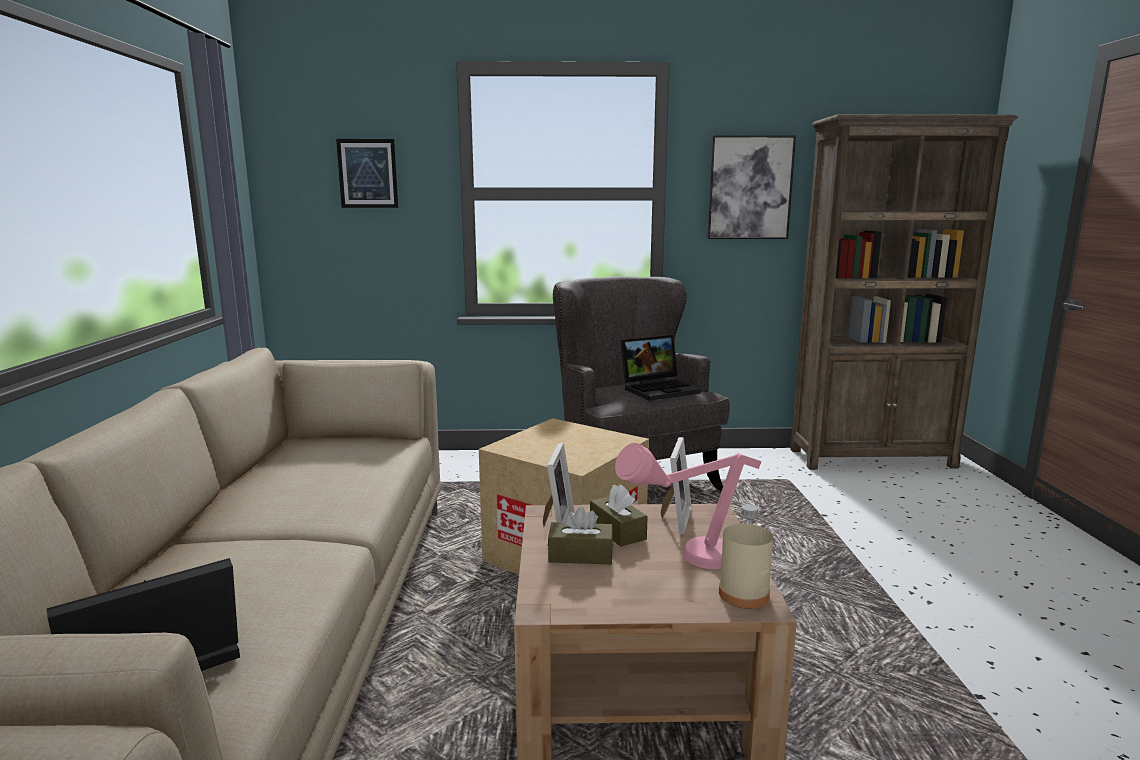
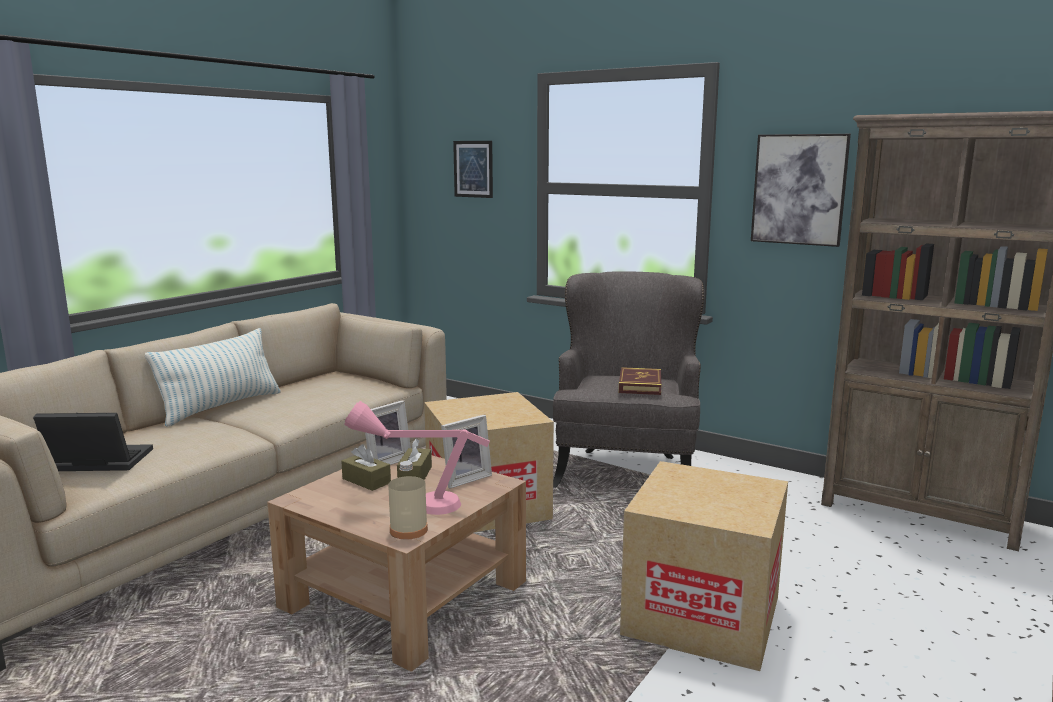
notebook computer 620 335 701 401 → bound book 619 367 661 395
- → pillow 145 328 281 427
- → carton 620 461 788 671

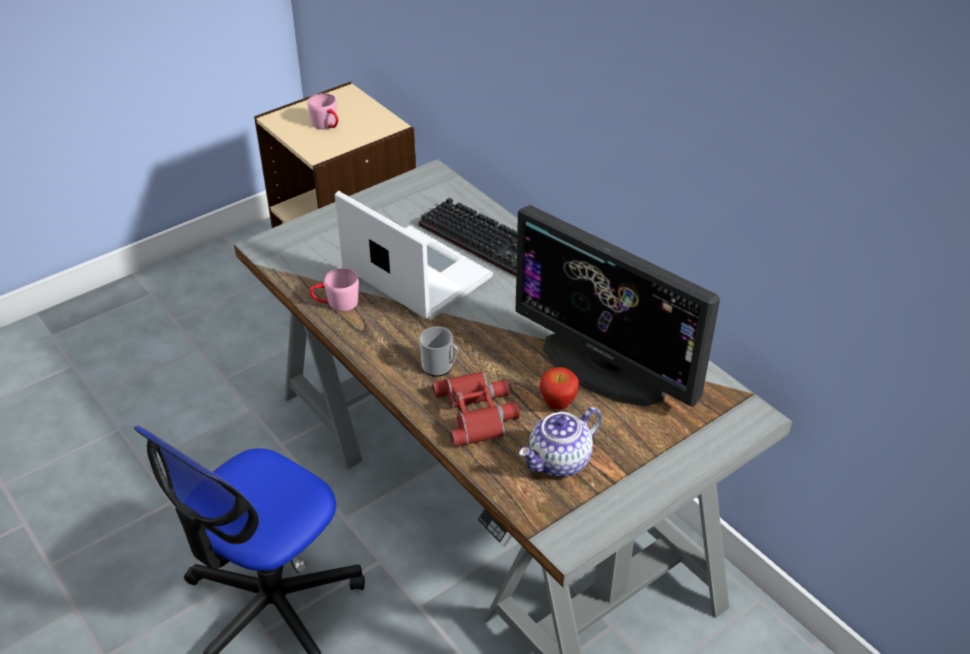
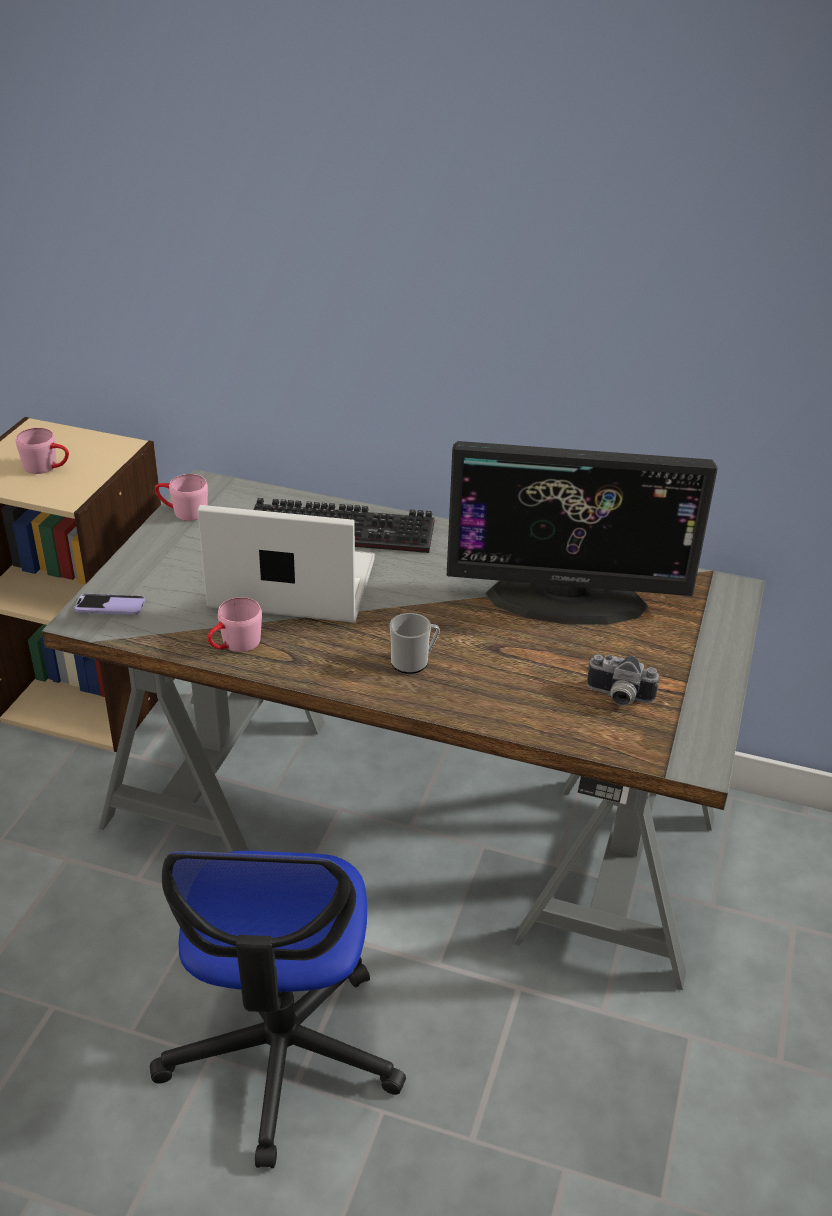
red field glasses 432 371 520 447 → -
tea pot 519 407 602 477 → still camera 587 654 659 706
apple fruit 540 367 579 410 → -
- → telephone 74 594 145 615
- → pink tea mug 155 474 208 521

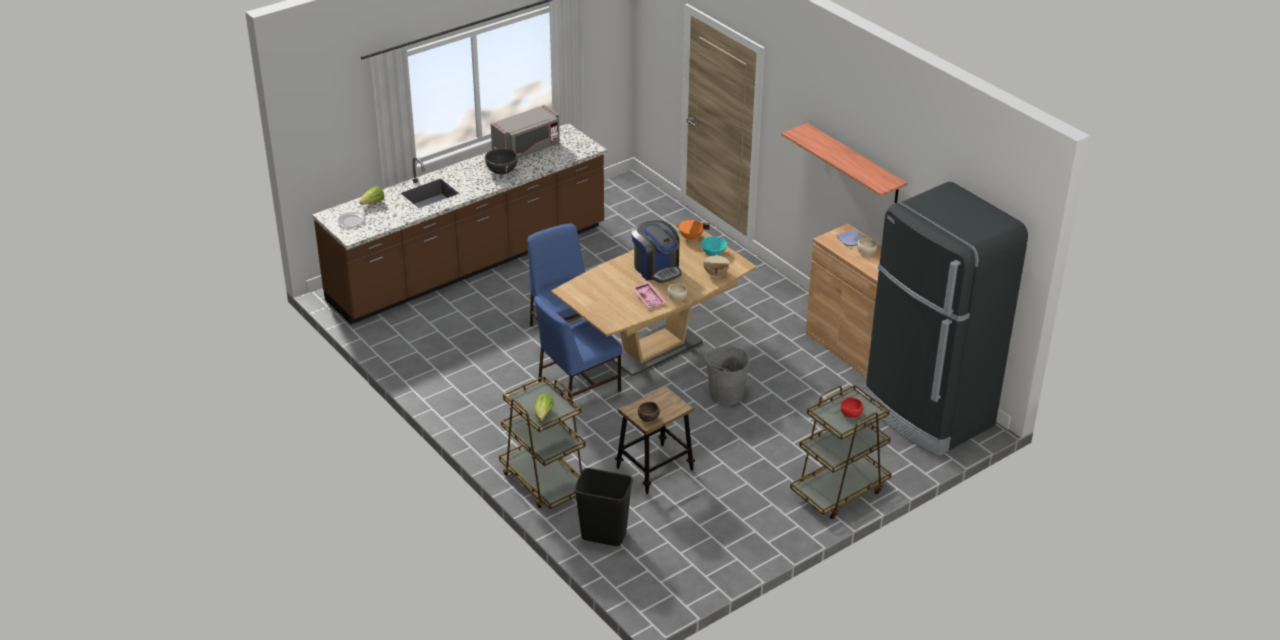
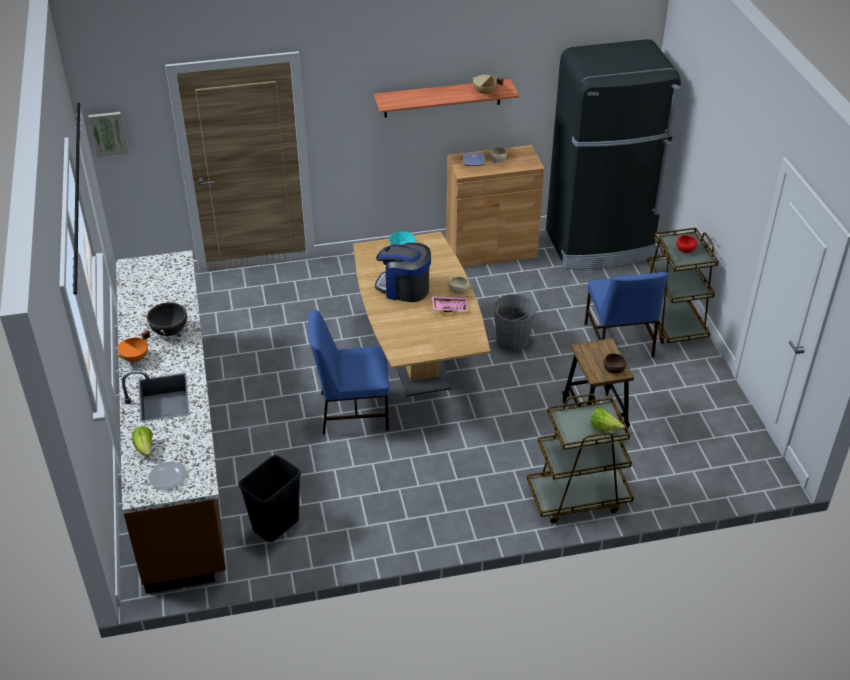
gray kitchen microwave 491 105 560 158 → -
blue-coloured plain chair 534 296 622 403 → blue-coloured plain chair 585 272 668 358, shifted
black trash can 574 468 633 546 → black trash can 239 455 301 542, shifted
coffee maker 632 220 682 283 → coffee maker 375 243 431 302, 150 degrees counterclockwise
orangey saucepot 676 220 710 241 → orangey saucepot 117 330 150 362, shifted
beige-coloured saucepot 703 254 730 276 → beige-coloured saucepot 471 75 504 95, shifted
- → wall art 88 112 128 157

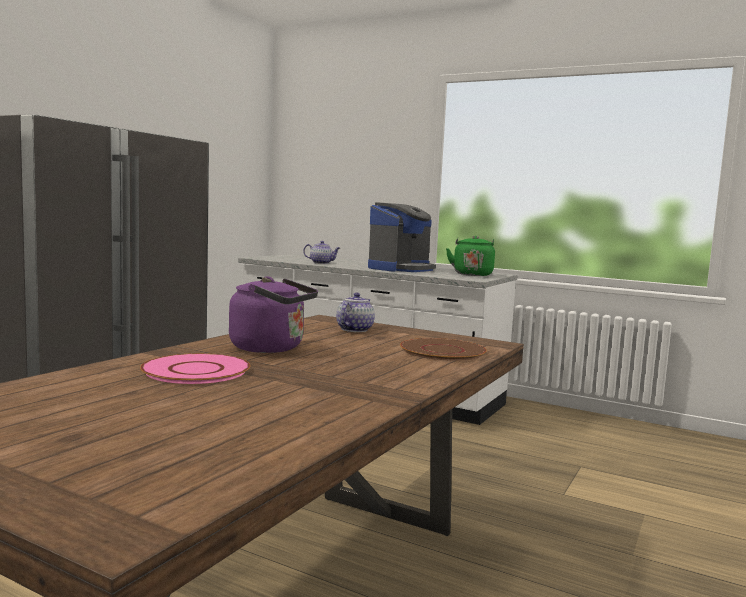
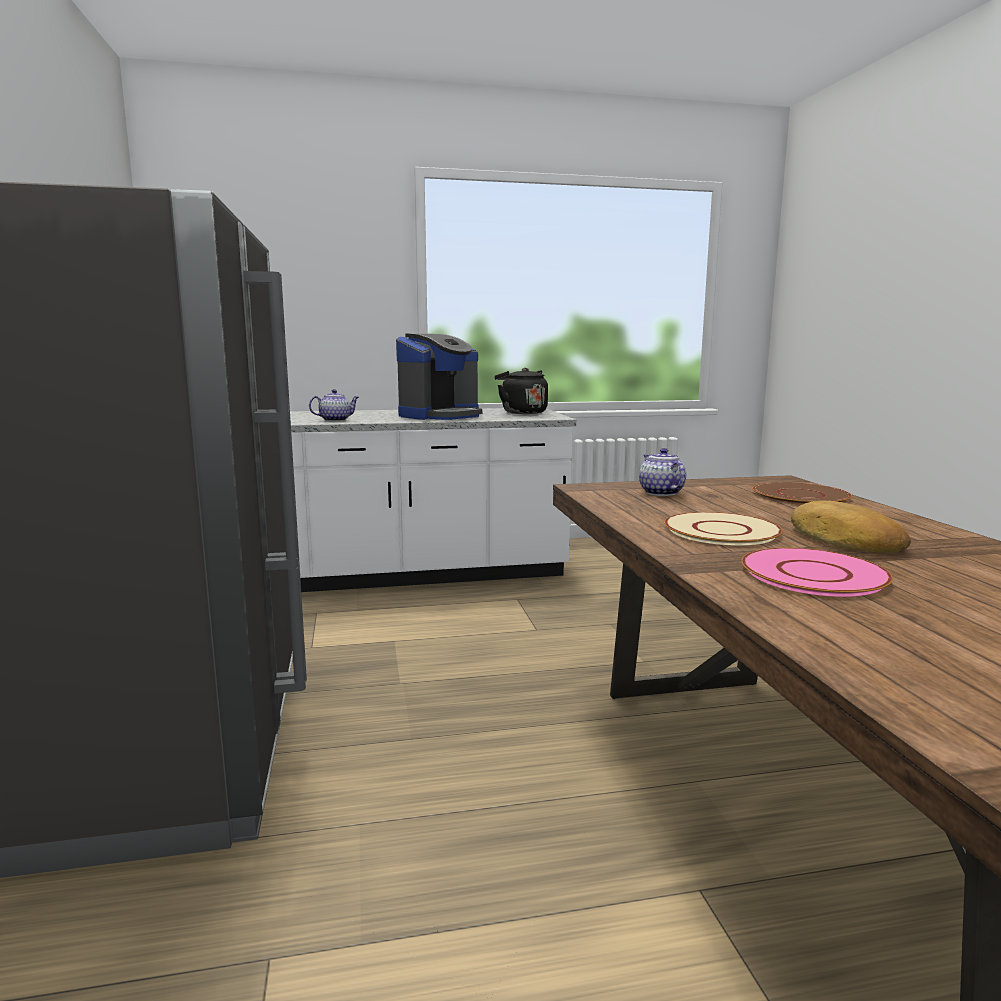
purple kettle 229 276 318 353 → beige-coloured dinner plate 664 512 782 546
coffee maker 368 202 436 272 → coffee maker 396 334 482 420, 45 degrees clockwise
green-coloured kettle 446 236 495 276 → black kettle 494 368 548 414
- → bread 791 500 911 553

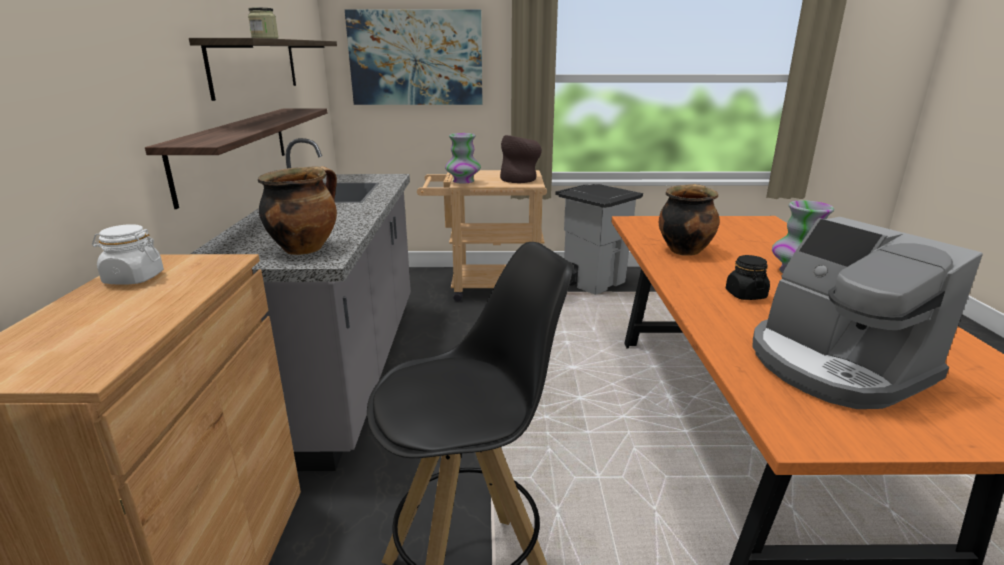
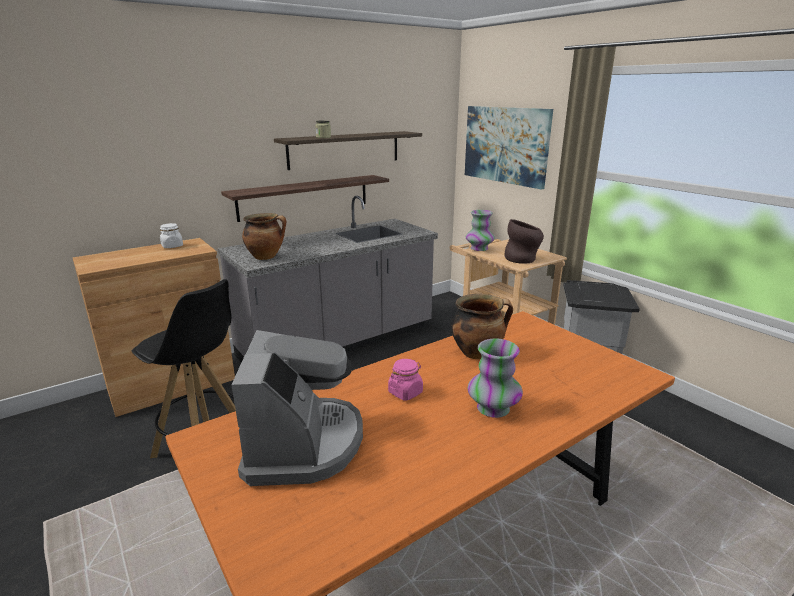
black jar 726 255 770 300 → pink jar 388 359 423 400
coffee maker 752 217 983 409 → coffee maker 231 330 363 486, 150 degrees clockwise

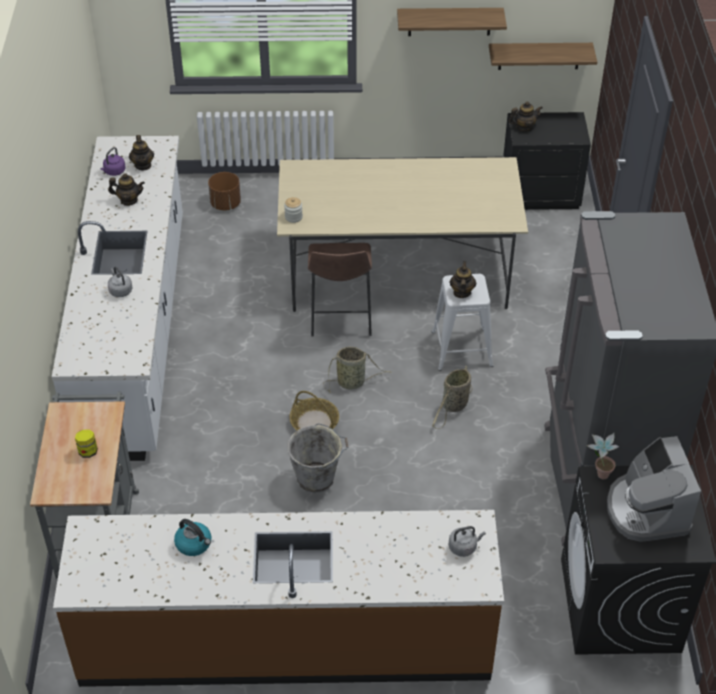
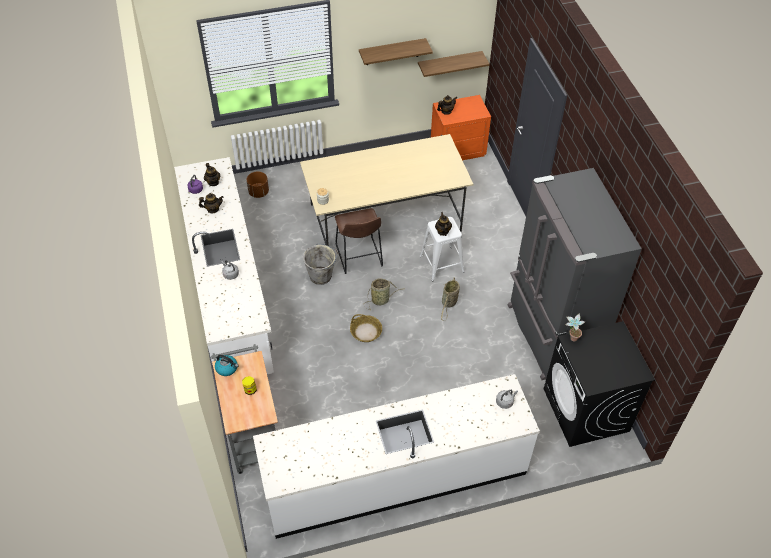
brown kitchen base unit 53 510 504 687 → whitish kitchen base unit 253 374 540 539
kettle 174 519 211 556 → kettle 215 355 239 376, shifted
gray bucket 287 423 348 493 → gray bucket 303 244 339 285, shifted
black bedside table 503 112 591 210 → orangey bedside table 431 95 491 160
coffee maker 607 436 701 542 → -

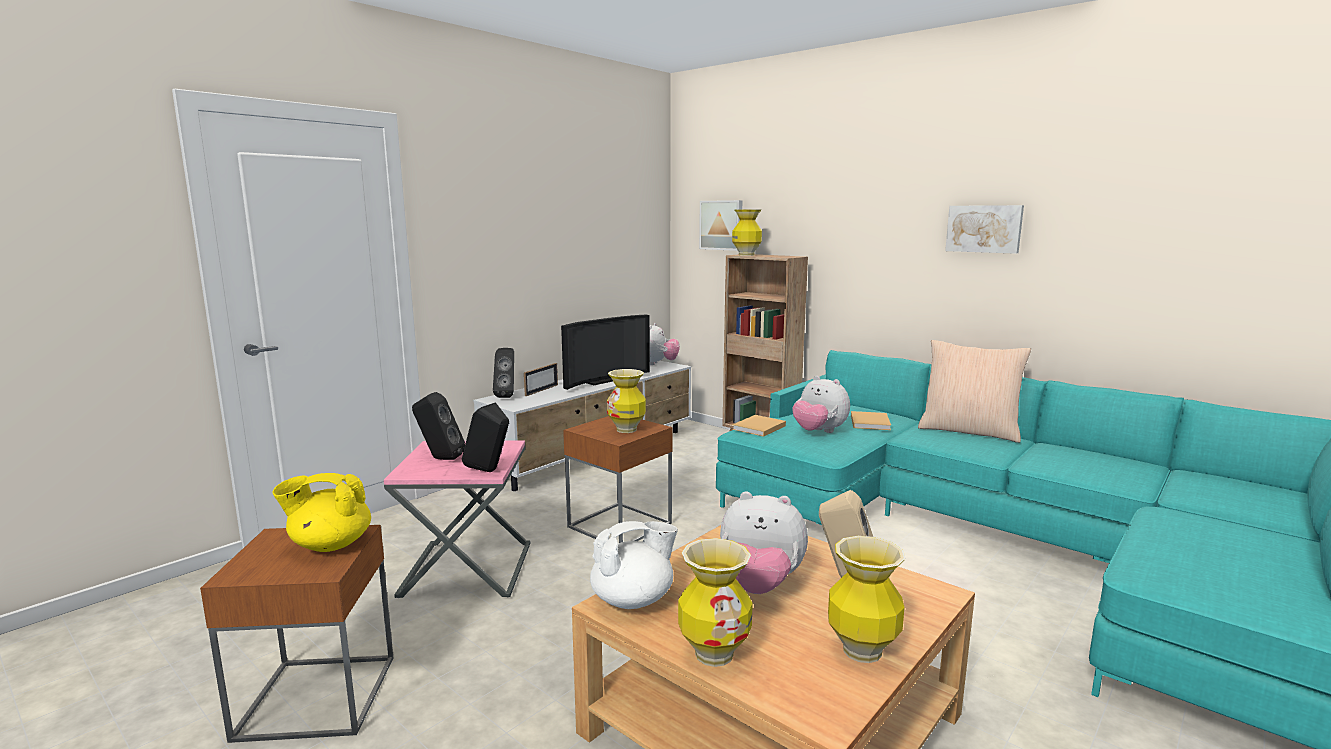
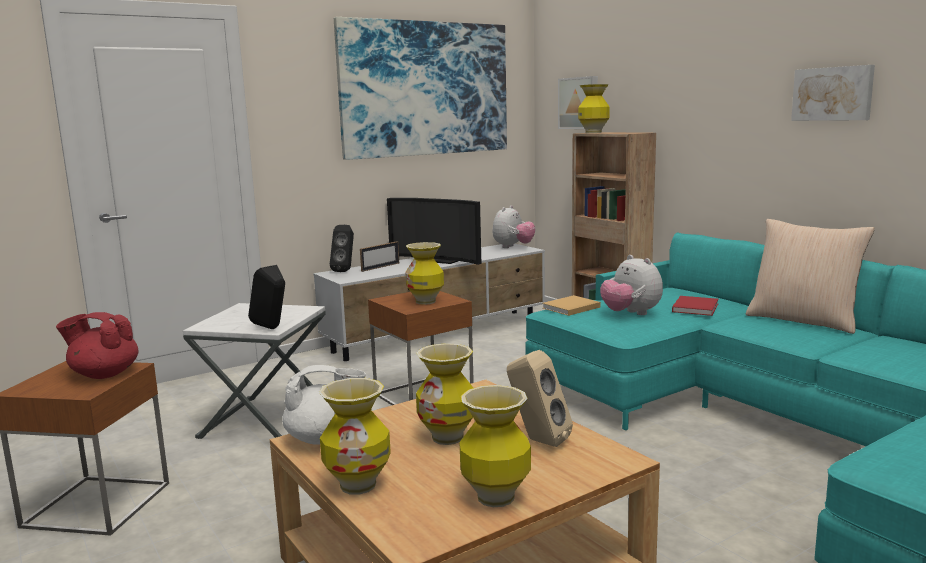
yellow tea pot 272 473 371 552 → red tea pot 56 312 139 379
pink side table 384 441 530 598 → whitish side table 183 303 326 439
black loudspeaker 412 392 465 460 → -
TV set 561 315 650 390 → TV set 387 198 481 265, 60 degrees clockwise
plush toy 720 491 808 594 → flower vase 416 343 473 445
beige-coloured bound book 851 411 891 430 → red bound book 672 296 719 316
- → wall art 334 17 507 160

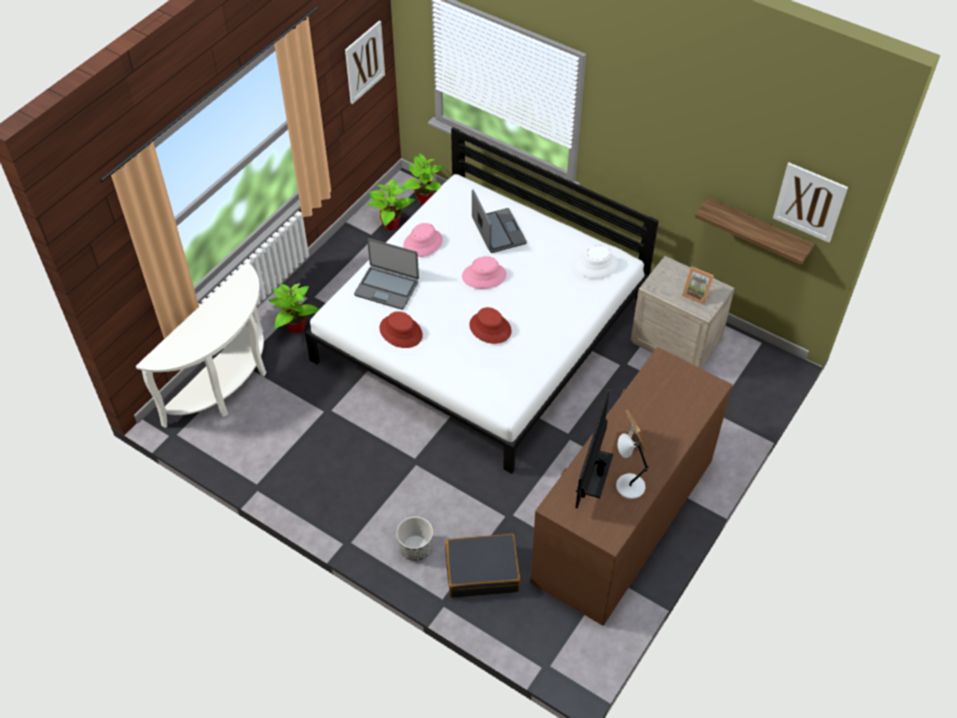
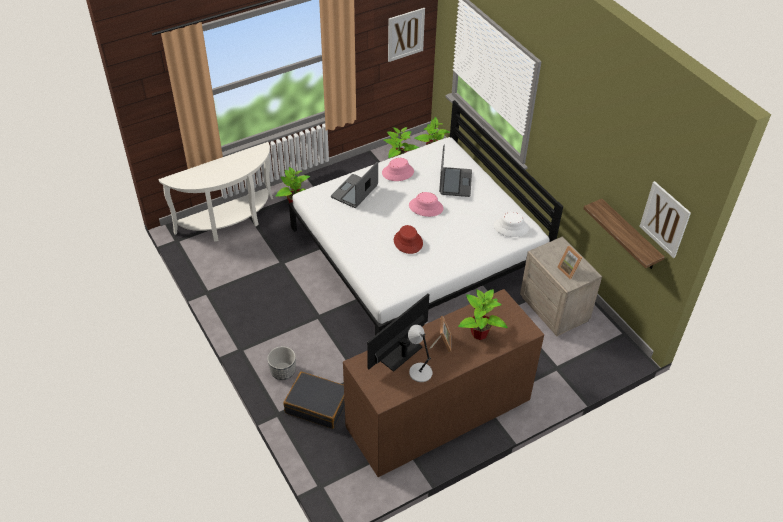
notebook computer 354 238 419 310 → notebook computer 331 162 378 208, 75 degrees clockwise
red wearable hat 379 311 423 348 → -
- → houseplant 458 289 508 340

